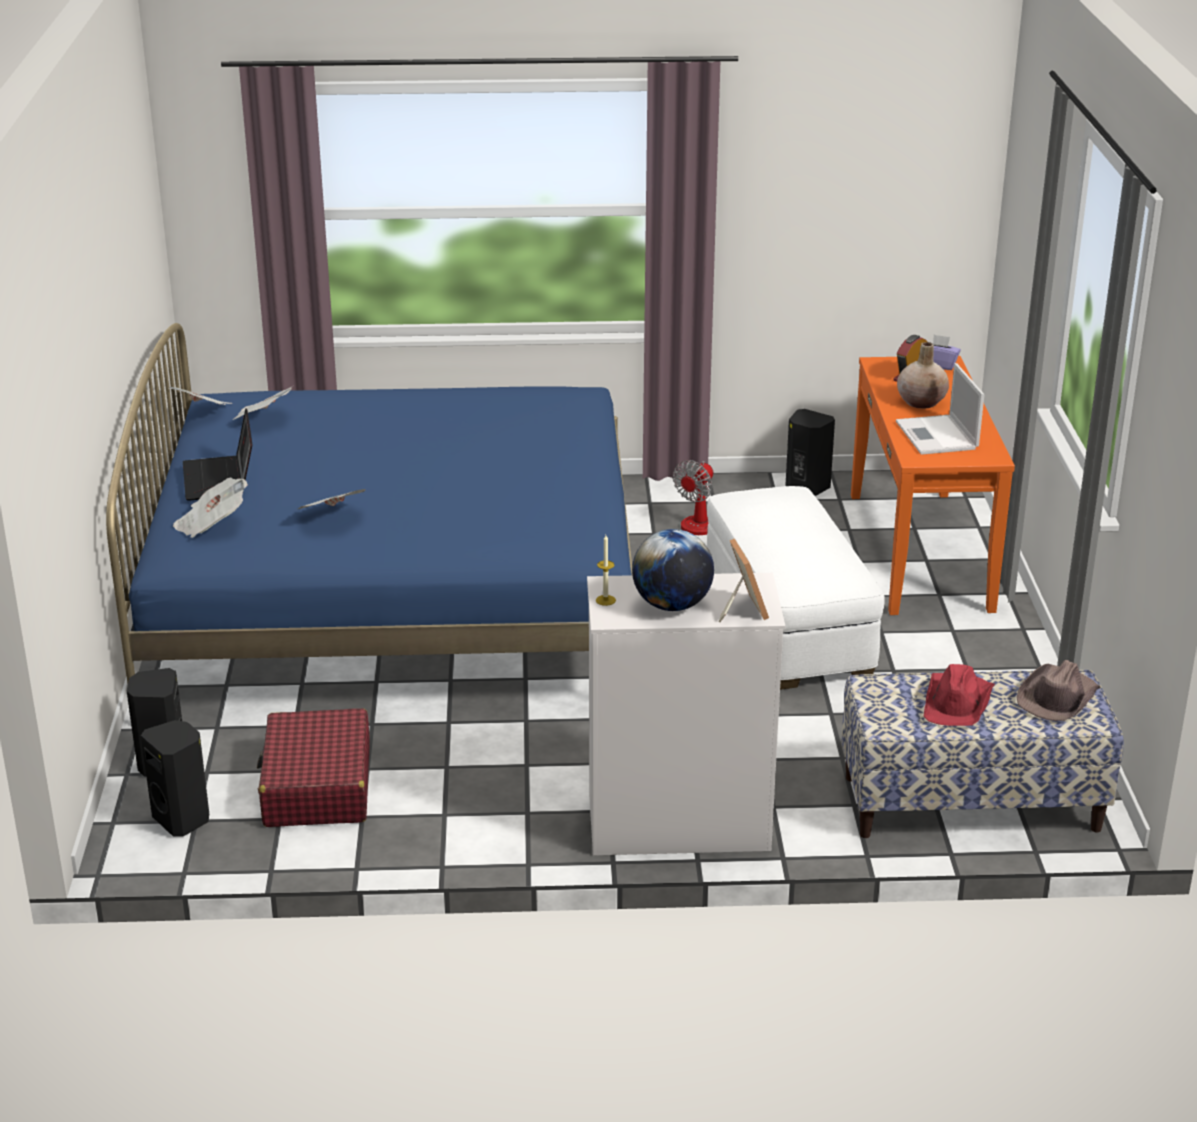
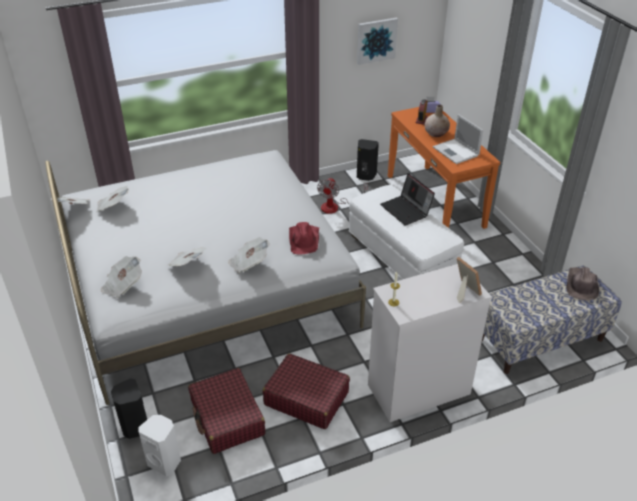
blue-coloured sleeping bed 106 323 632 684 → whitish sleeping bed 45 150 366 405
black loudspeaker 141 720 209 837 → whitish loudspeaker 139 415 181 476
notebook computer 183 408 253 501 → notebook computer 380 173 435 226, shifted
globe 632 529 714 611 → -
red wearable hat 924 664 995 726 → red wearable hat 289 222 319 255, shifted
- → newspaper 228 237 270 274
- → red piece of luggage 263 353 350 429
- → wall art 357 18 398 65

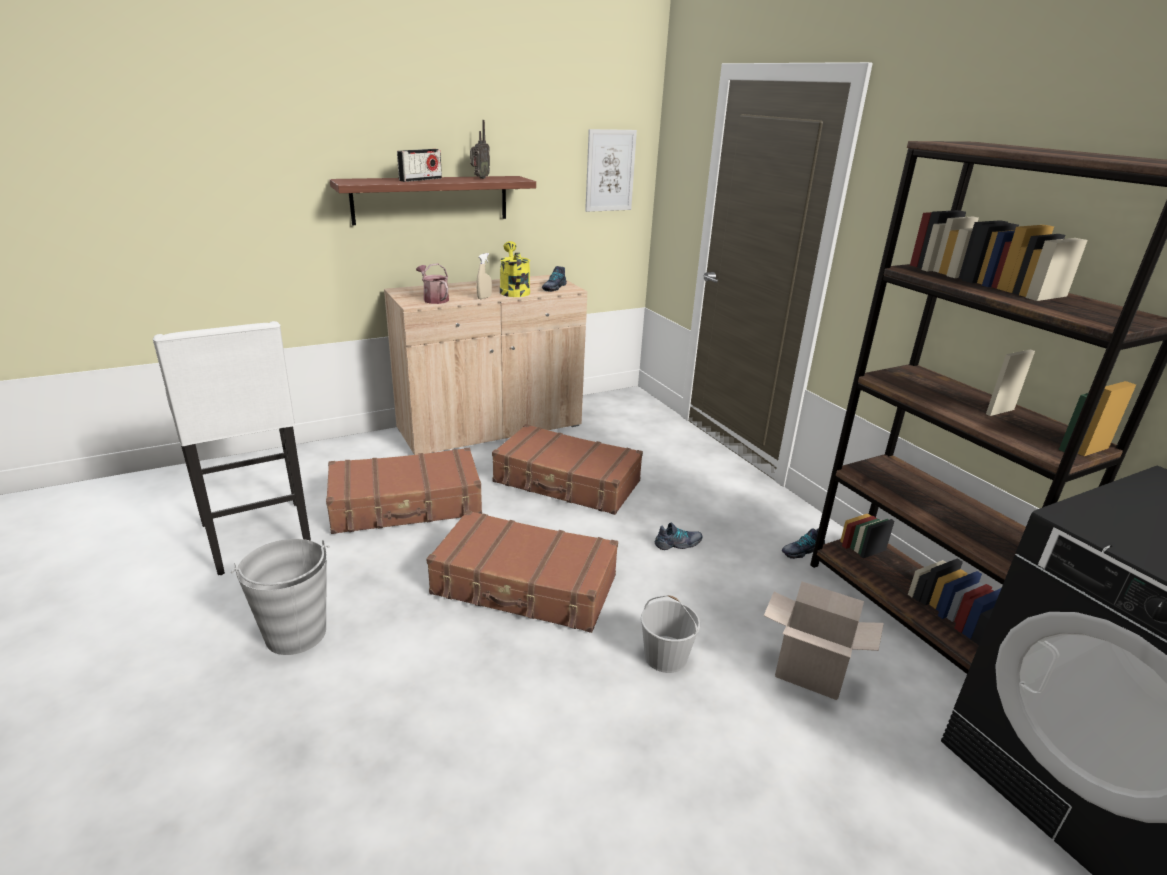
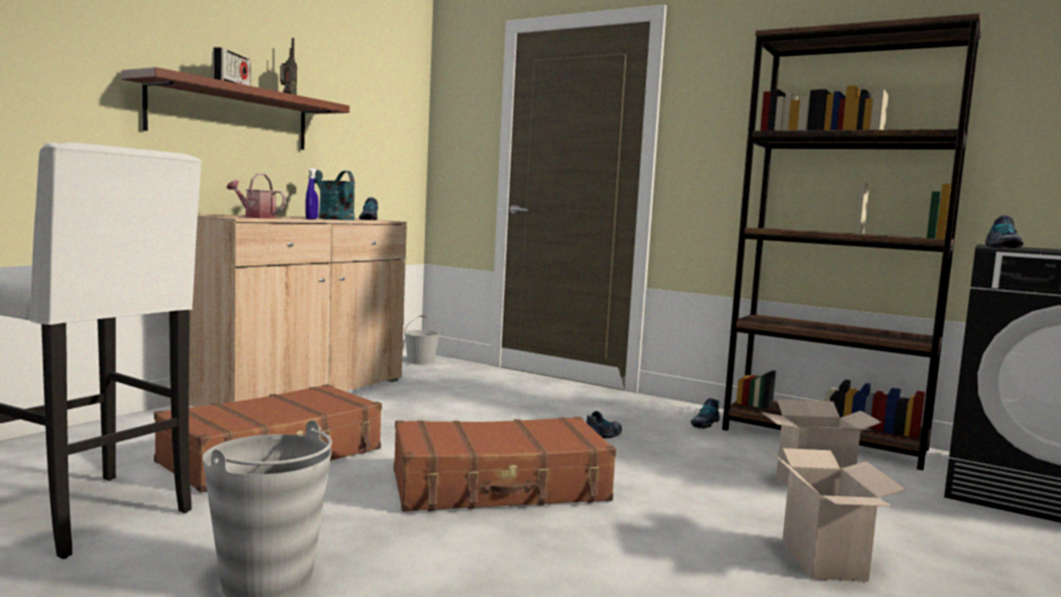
beige-coloured hand sprayer 476 253 492 299 → blue-coloured hand sprayer 305 168 319 219
brown piece of luggage 492 424 643 515 → -
yellow sprinkling can 500 241 530 297 → blue-green sprinkling can 309 170 355 220
wall art 585 129 637 212 → -
whitish bucket 641 595 700 673 → whitish bucket 404 316 440 365, shifted
- → carton 770 448 906 582
- → item of footwear 985 216 1024 248

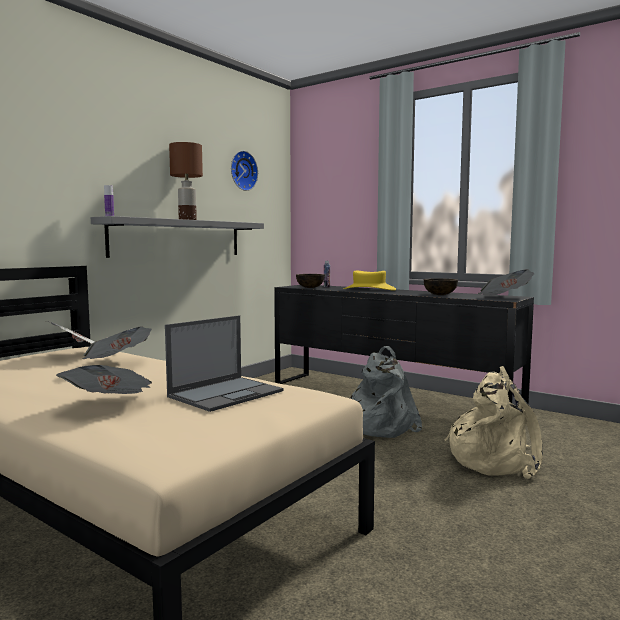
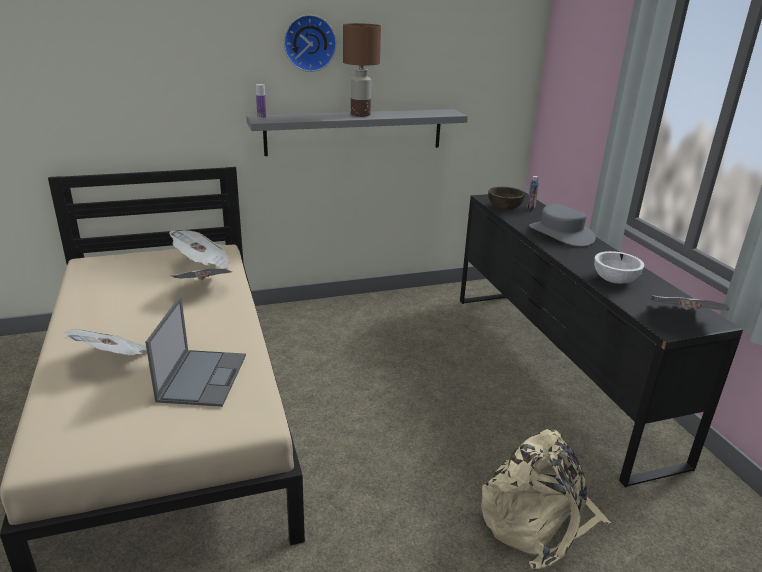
notebook computer 165 315 284 412 → notebook computer 145 297 246 407, 75 degrees counterclockwise
clock on the wall 231 151 258 191 → clock on the wall 284 15 336 72, shifted
yellow wearable hat 344 271 396 290 → gray wearable hat 529 204 596 247
gray knapsack 350 346 422 438 → -
brown bowl 424 278 458 295 → whitish bowl 594 251 644 284

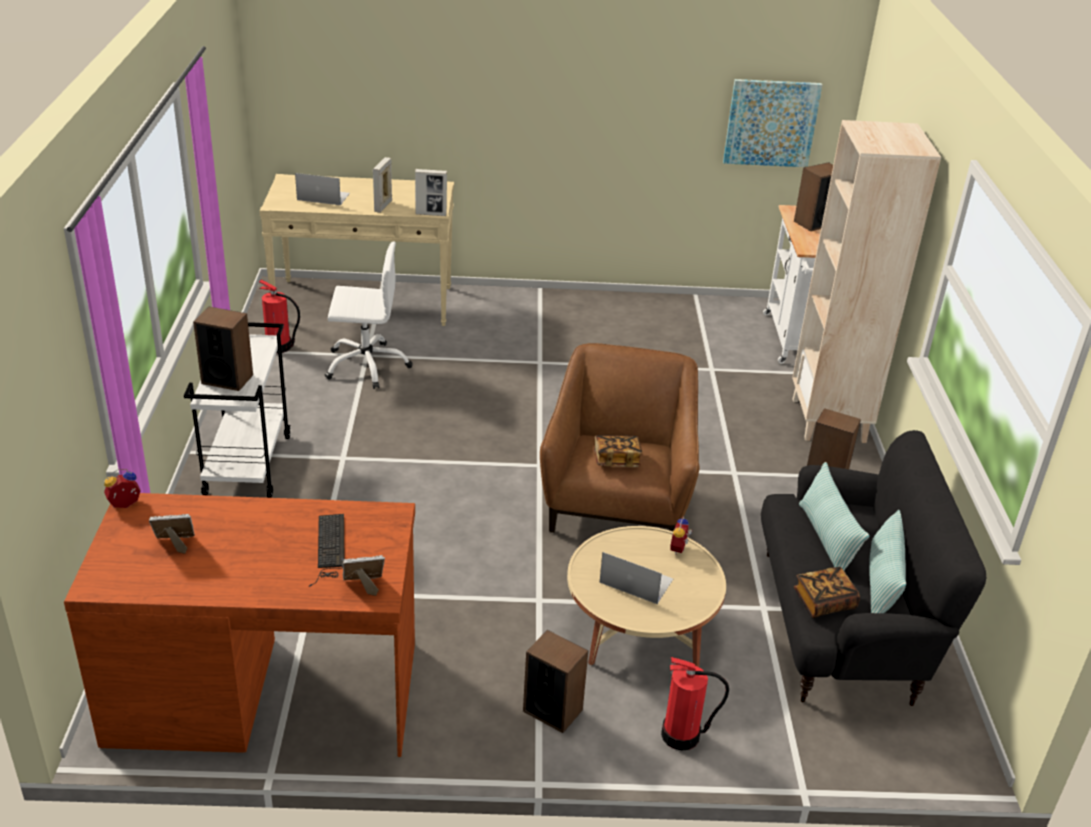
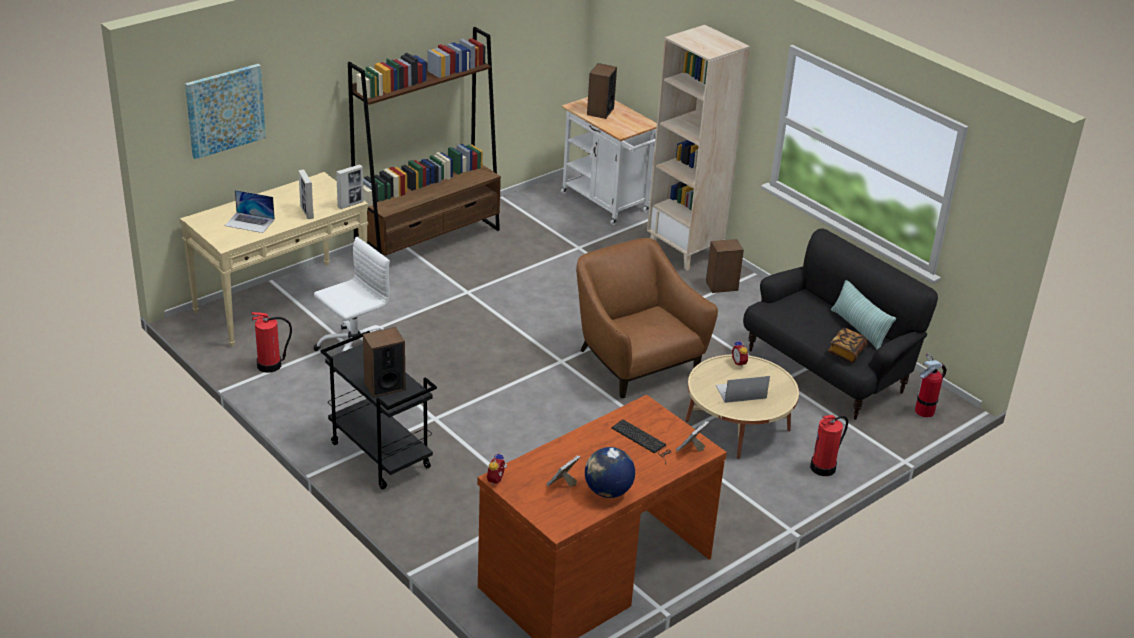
whitish trolley 184 322 290 498 → black trolley 320 331 437 490
notebook computer 295 173 350 205 → notebook computer 225 190 275 233, 135 degrees counterclockwise
loudspeaker 523 630 588 733 → -
bound book 594 435 642 467 → -
wall art 723 79 822 167 → wall art 185 64 266 159, shifted
pillow 799 462 869 570 → -
- → brown bookcase 348 27 501 256
- → globe 585 447 635 498
- → extinguisher 915 353 947 417

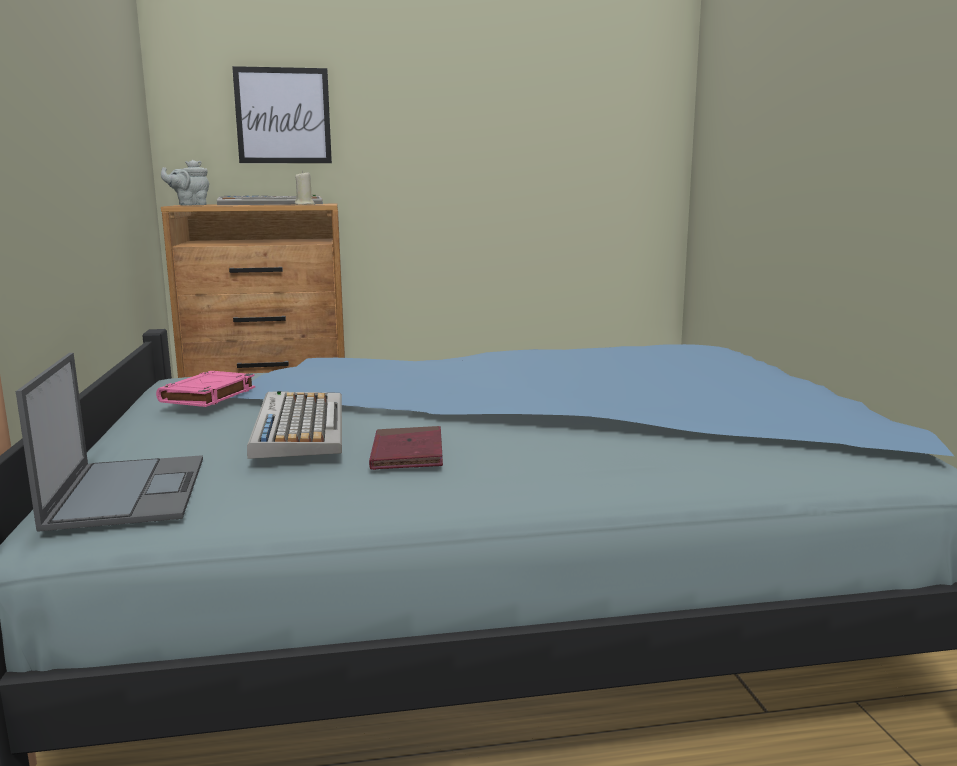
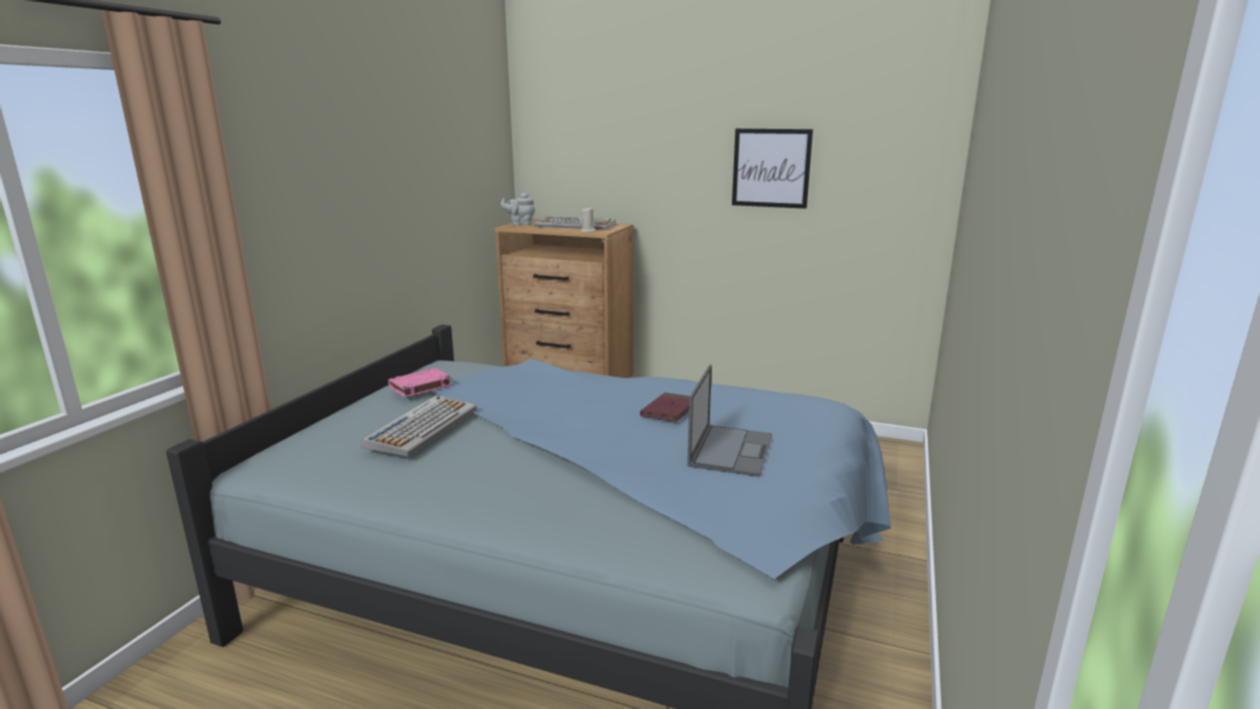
notebook computer 16 353 203 532 → notebook computer 687 365 772 477, shifted
wall art 232 66 332 163 → wall art 732 128 813 209, shifted
red bound book 369 426 443 470 → red bound book 640 392 690 422, shifted

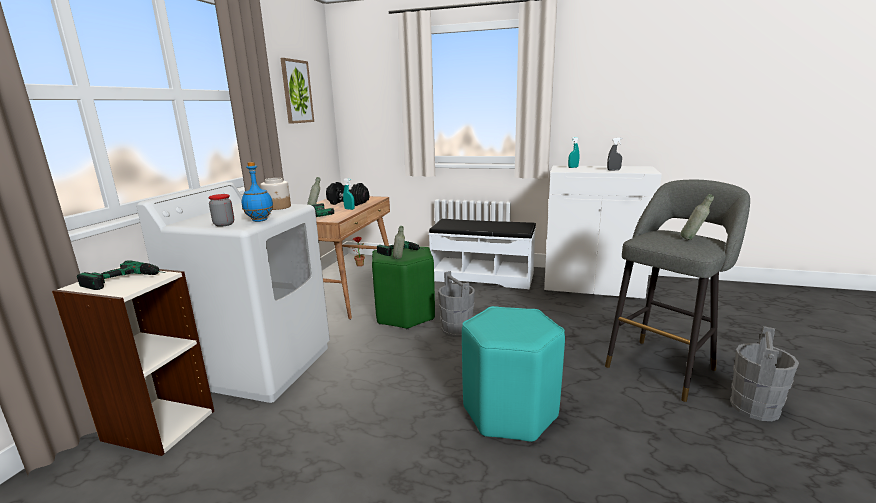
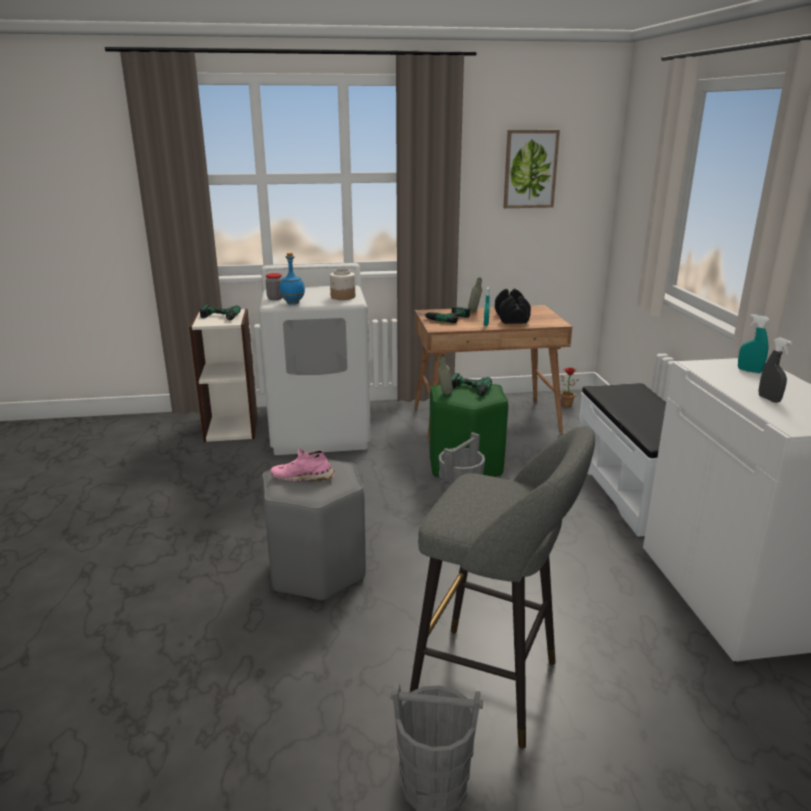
blue-green stool 462 306 565 442 → gray stool 262 459 366 601
gray bottle 680 194 714 240 → -
- → pink item of footwear 271 448 334 481

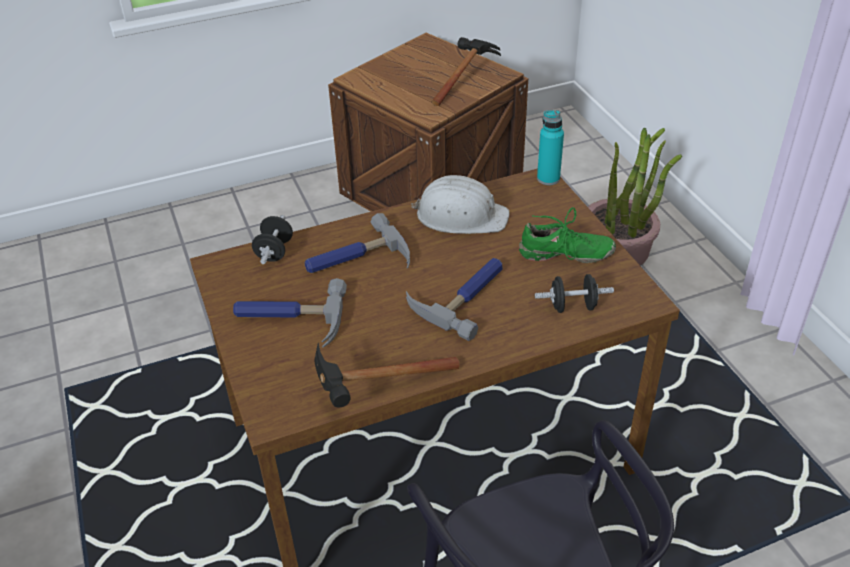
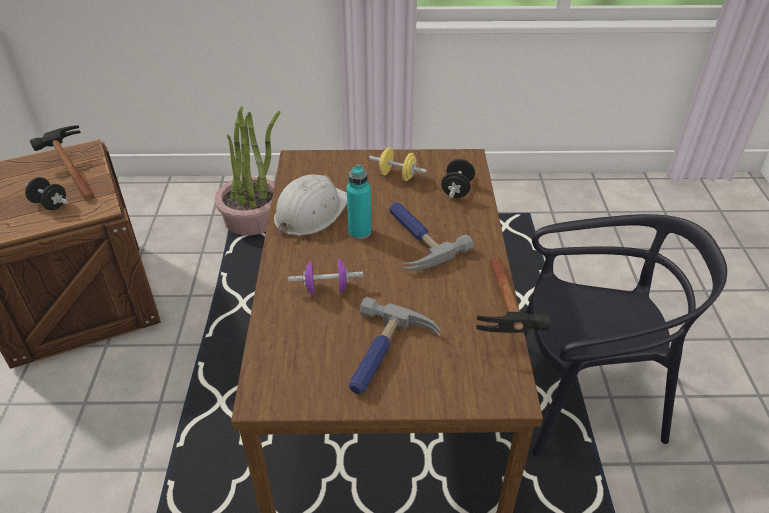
black hand weight 252 215 293 264 → black hand weight 25 177 68 210, shifted
tool hammer 305 213 410 273 → purple hand weight 288 259 363 296
green-coloured item of footwear 519 207 616 263 → yellow hand weight 369 148 427 181
blue-green bottle 537 110 564 185 → blue-green bottle 346 165 371 239, shifted

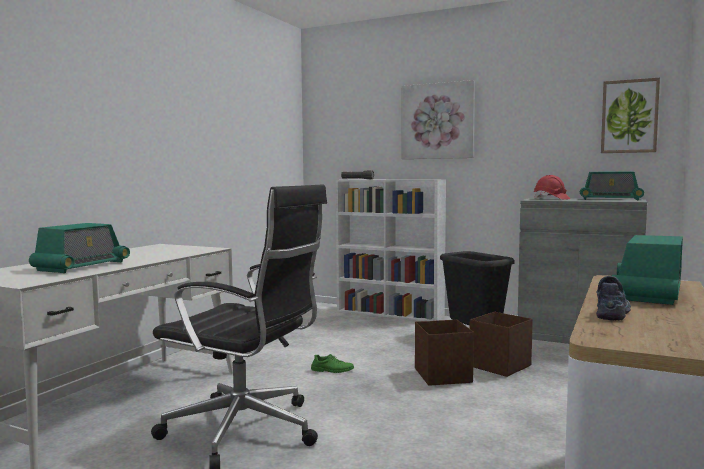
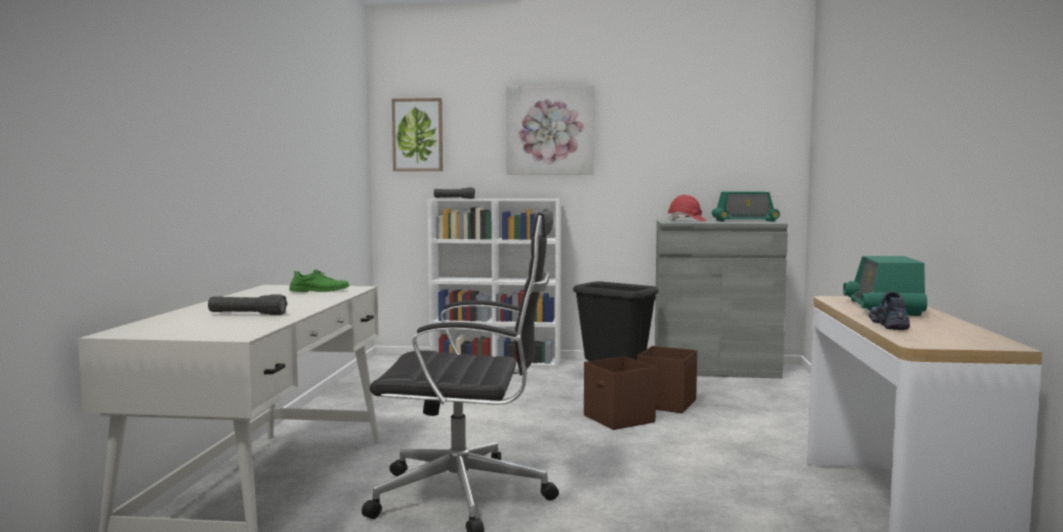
radio 29 223 130 273 → black torch 208 294 287 315
green-coloured item of footwear 311 354 354 373 → green-coloured item of footwear 289 270 349 292, shifted
wall art 601 78 660 153 → wall art 392 98 443 171, shifted

